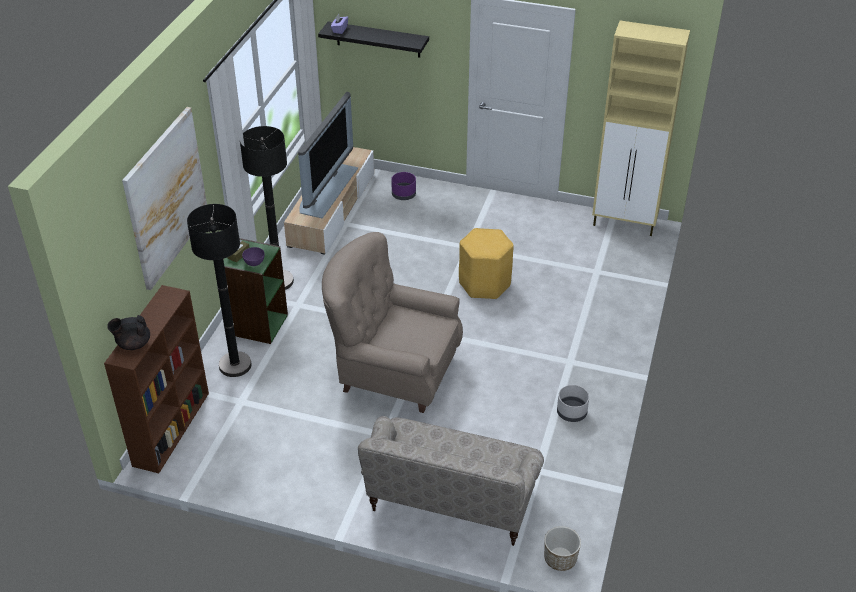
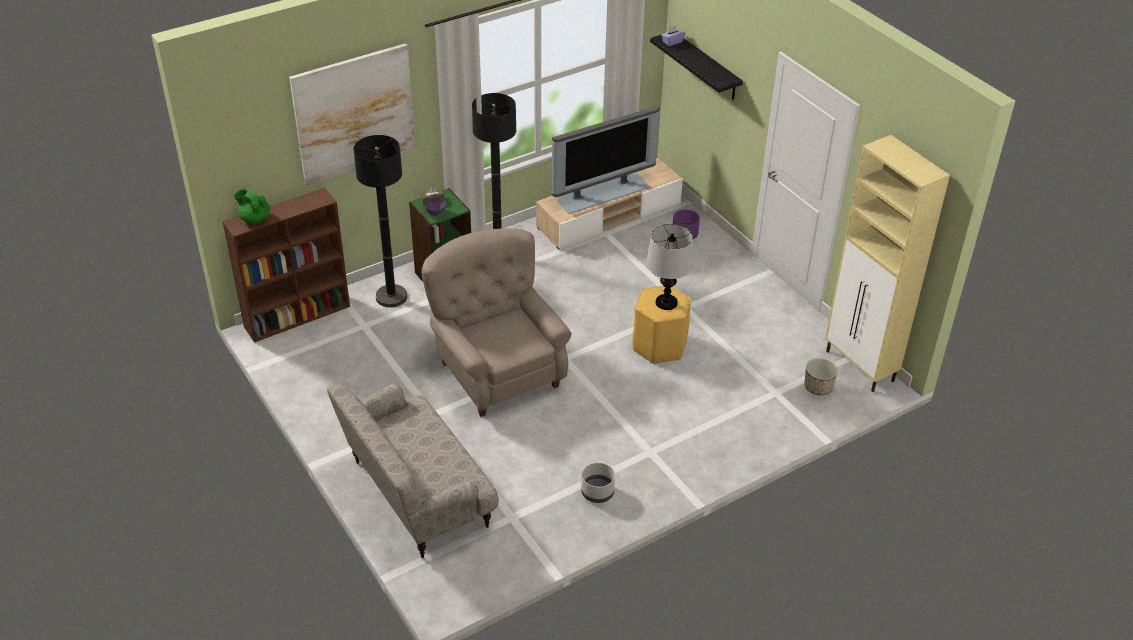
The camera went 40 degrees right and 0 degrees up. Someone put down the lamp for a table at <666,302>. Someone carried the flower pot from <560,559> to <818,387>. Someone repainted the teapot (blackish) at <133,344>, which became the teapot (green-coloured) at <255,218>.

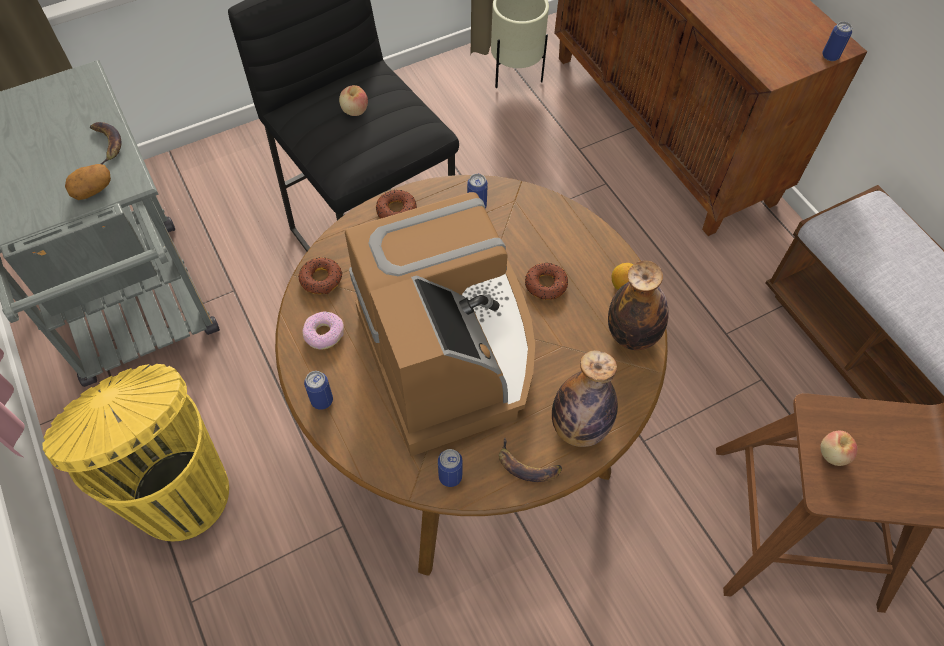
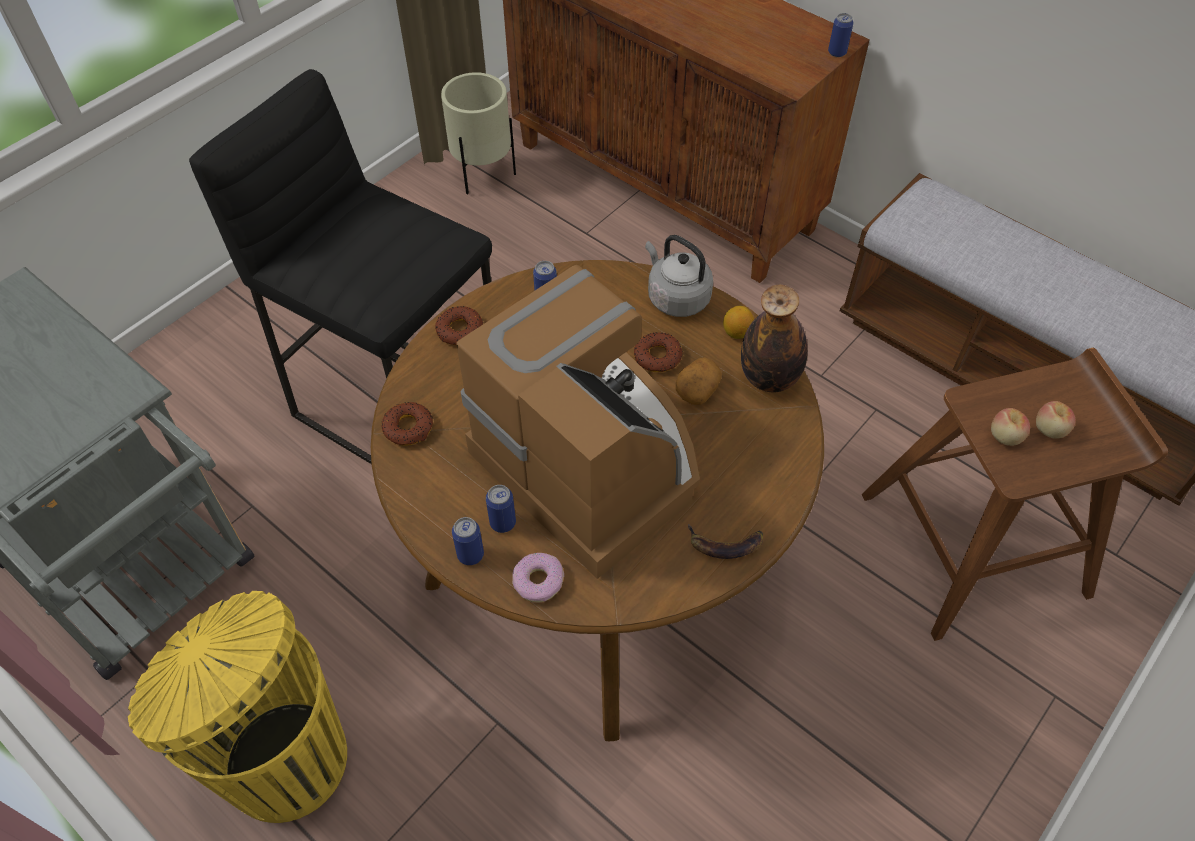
The camera went 20 degrees left and 5 degrees down. Someone took away the banana fruit at <106,144>. Someone took away the bottle at <578,427>. Someone put down the tea kettle (grey) at <675,297>. Someone carried the potato from <93,189> to <697,389>. Someone carried the doughnut from <323,334> to <538,581>. Someone carried the whole apple from <355,110> to <1049,430>. Someone carried the metal can from <450,476> to <503,523>.

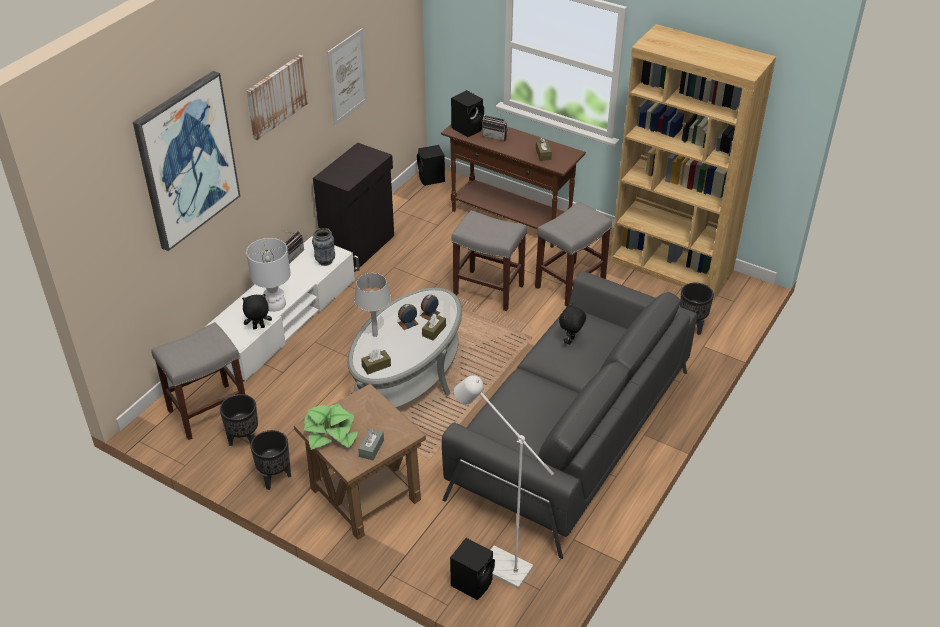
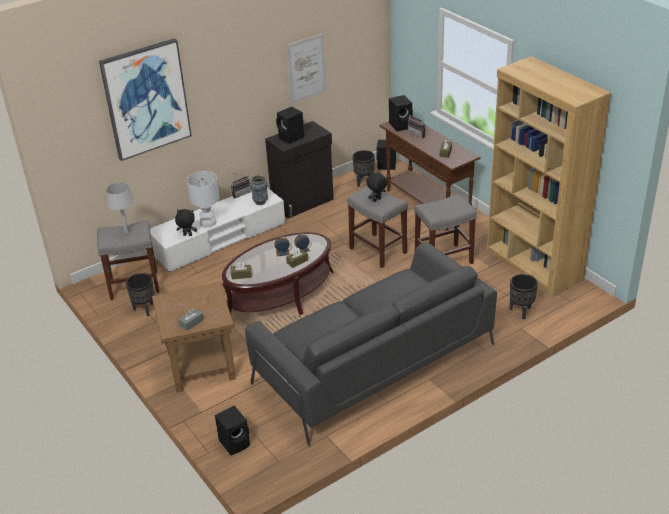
The camera went 25 degrees right and 5 degrees down. Someone took away the wall picture at <276,96>. Someone took away the plant in a pot at <331,432>. Someone took away the standing lamp (white-coloured) at <497,564>. Someone put down the speaker (blackish) at <291,138>. Someone carried the flower pot (blackish) from <274,478> to <364,182>. Someone carried the lamp for a table (grey) from <375,334> to <127,232>. Someone carried the soft toy (blackish) from <571,341> to <377,200>. Someone repainted the low table (grey) at <408,376>, which became the low table (brown) at <281,295>.

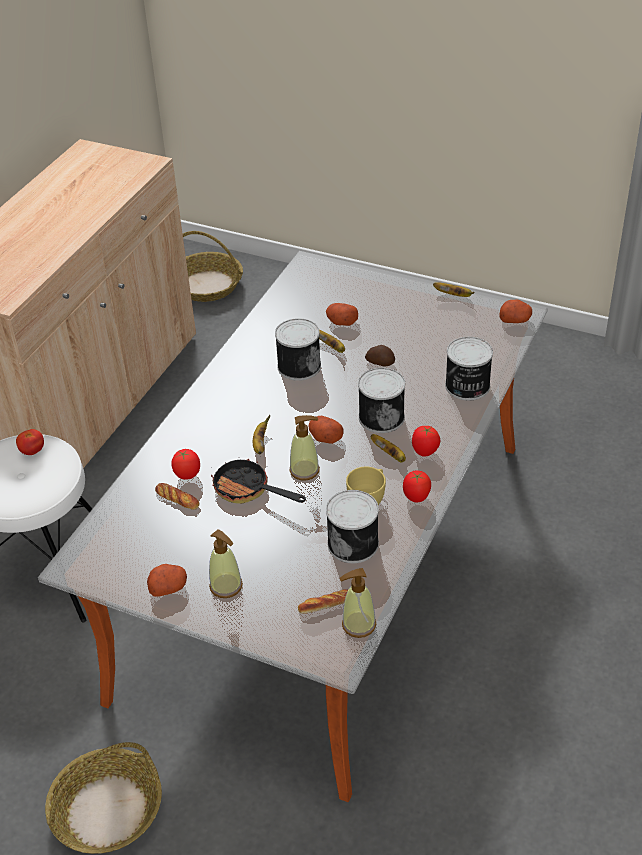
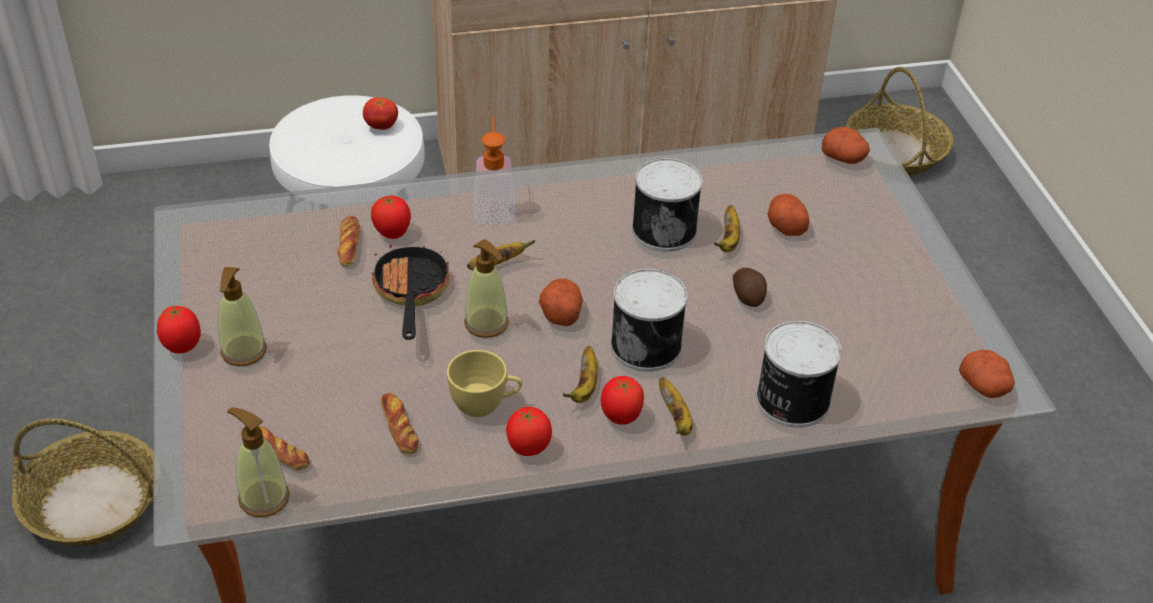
The camera went 50 degrees right and 0 degrees up. Someone put down the fresh tomato at <183,347>. Someone put down the soap dispenser at <494,207>. Someone carried the potato from <168,587> to <844,158>. Someone carried the banana fruit from <454,295> to <676,418>. Someone swapped the metal can at <354,543> for the bakery bread at <399,427>.

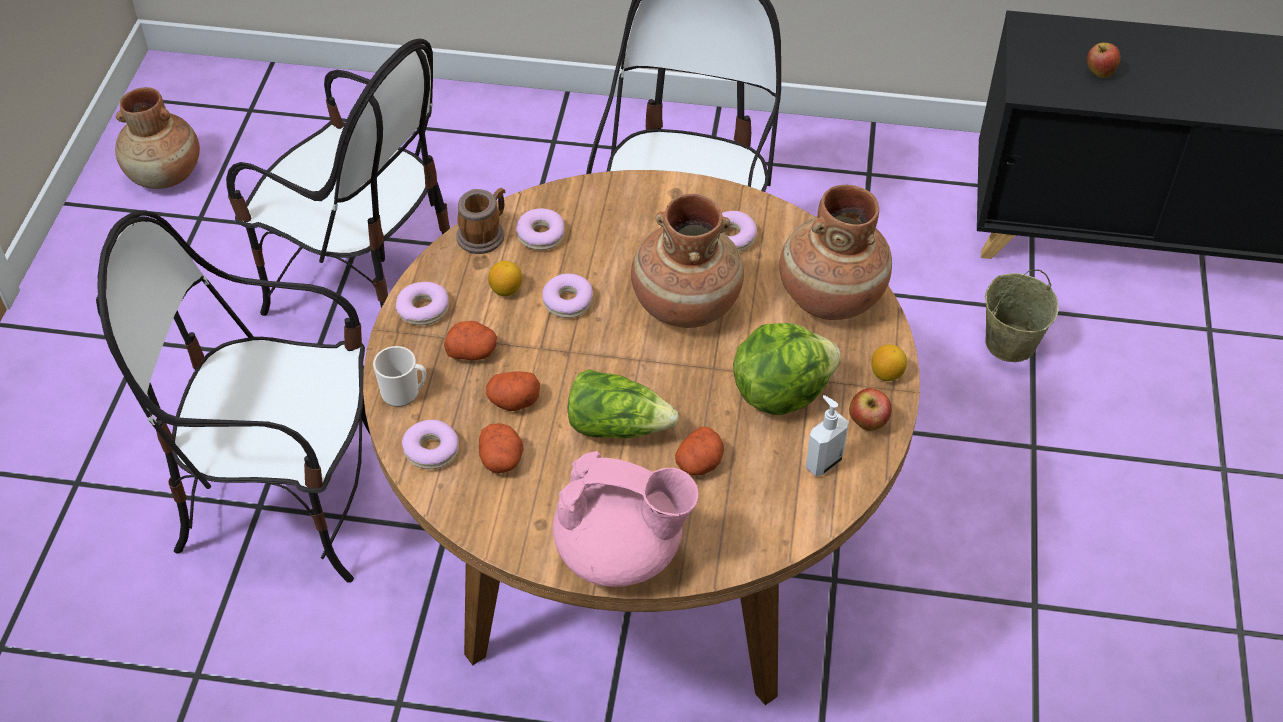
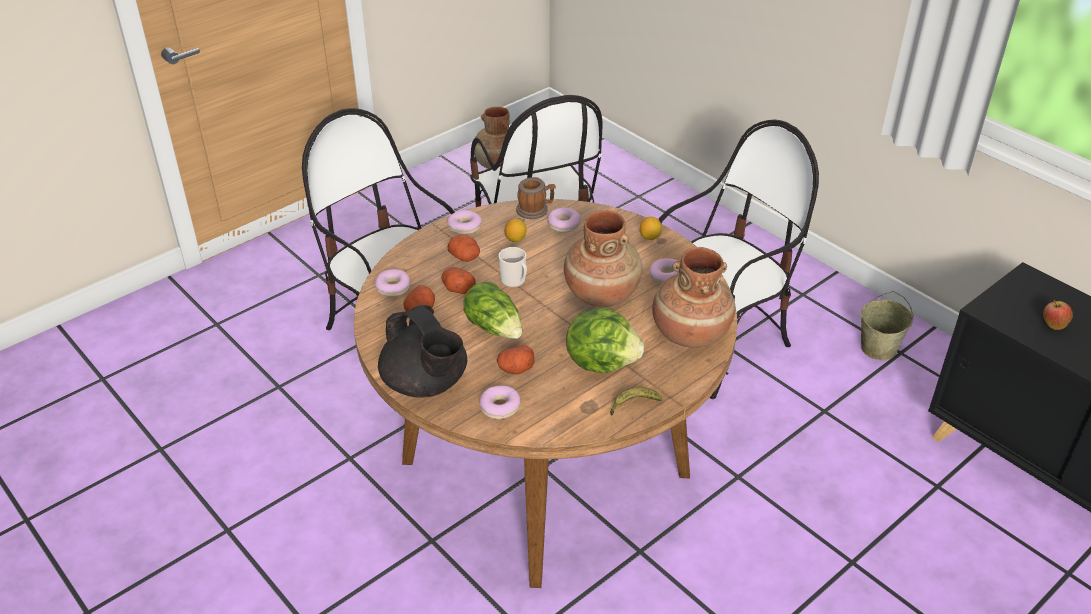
The camera went 40 degrees right and 10 degrees down. Someone took away the soap dispenser at <823,462>. Someone carried the coffee mug from <404,393> to <515,281>. Someone carried the doughnut from <568,301> to <500,407>. Someone carried the citrus fruit from <887,374> to <650,237>. Someone carried the pail (beige) from <1009,342> to <878,348>. Someone swapped the whole apple at <868,424> for the banana fruit at <633,405>. Someone repainted the teapot (pinkish) at <621,551>, which became the teapot (blackish) at <425,383>.

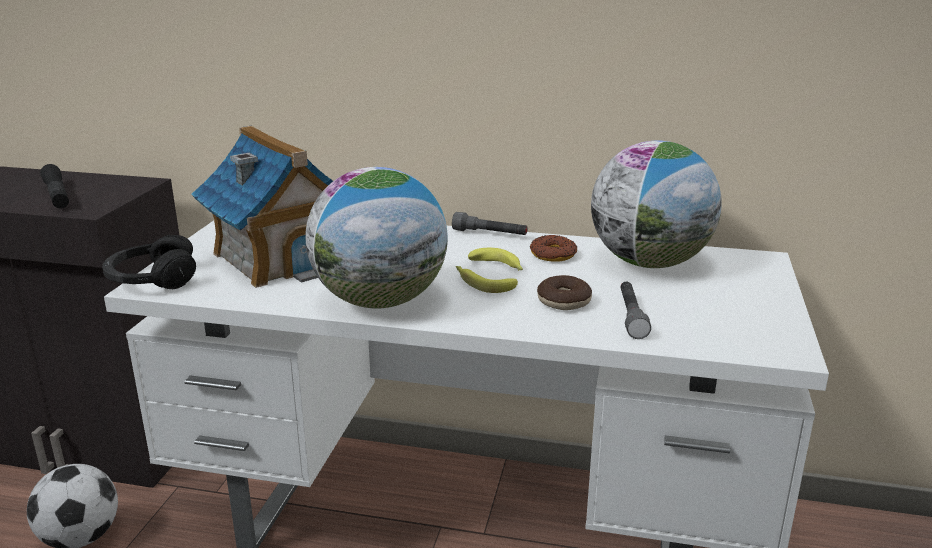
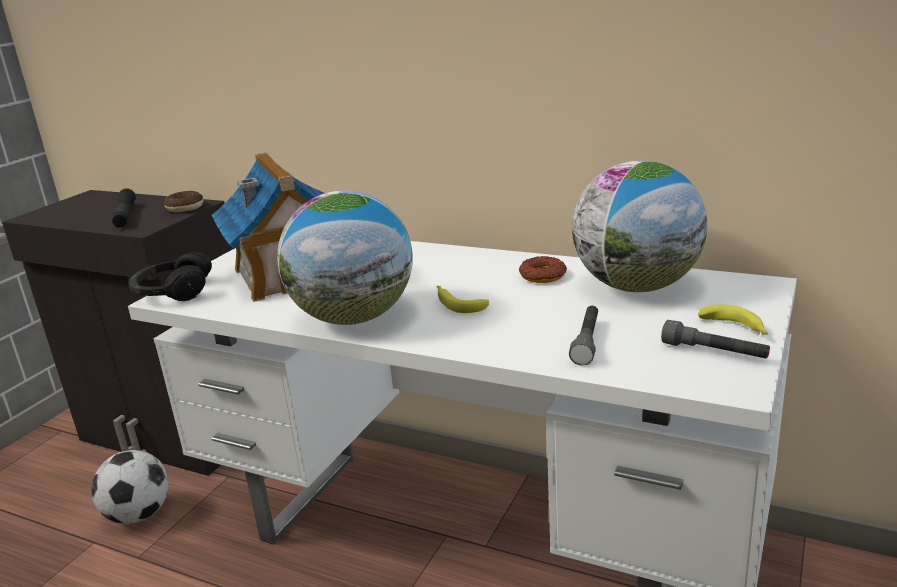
The camera went 15 degrees right and 0 degrees up. Someone carried the flashlight (grey) from <490,234> to <714,352>. Someone carried the banana fruit from <499,267> to <736,328>. Someone carried the doughnut from <563,301> to <185,208>.

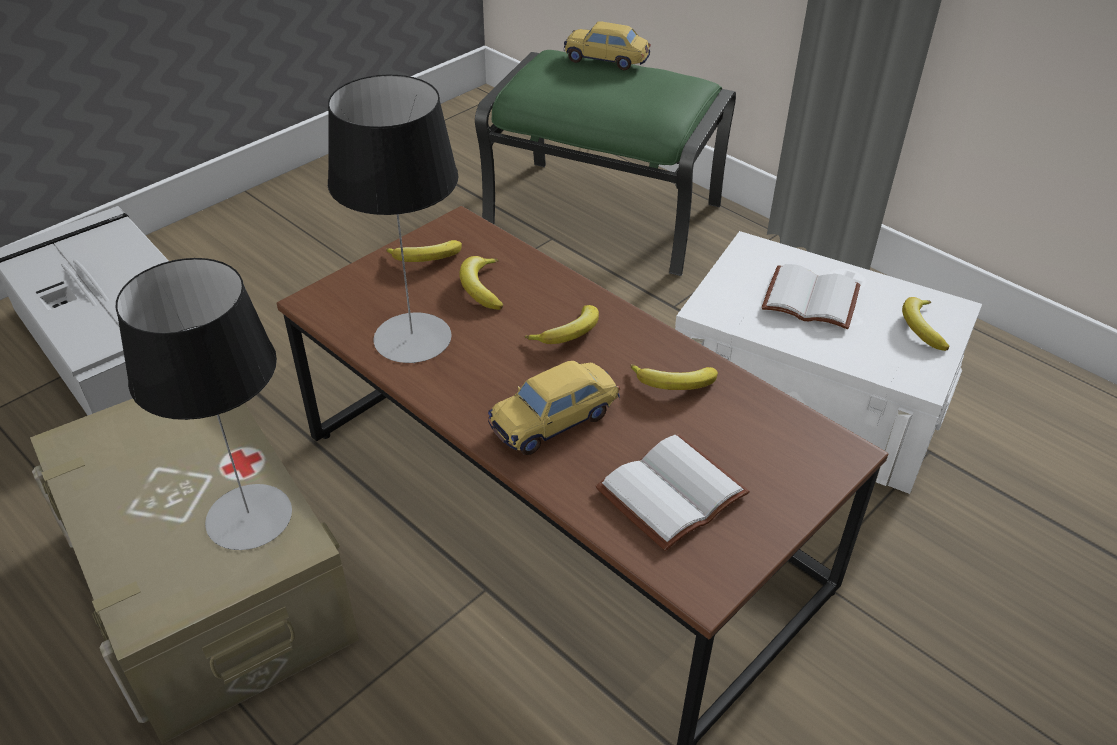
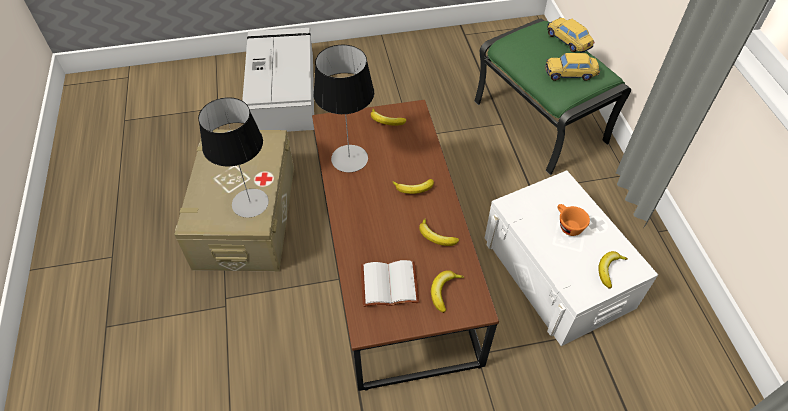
The camera went 35 degrees right and 10 degrees up. Someone carried the banana fruit from <481,287> to <443,291>. Someone carried the toy car from <554,421> to <570,74>. Someone swapped the volume (white-coloured) at <812,298> for the small cup (orangey) at <567,225>.

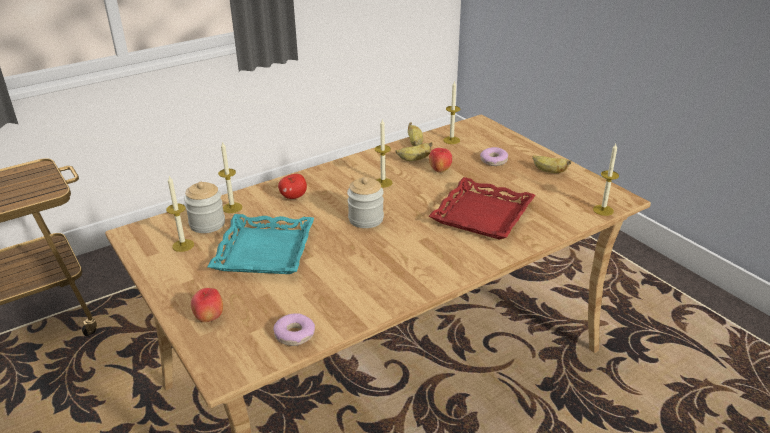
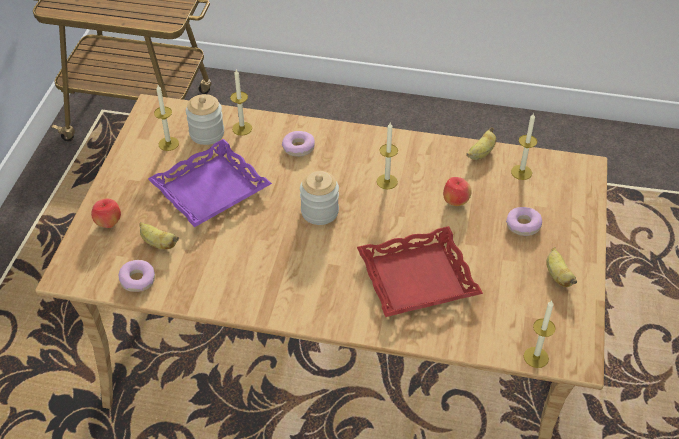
The camera went 45 degrees right and 15 degrees up. Someone carried the banana fruit from <414,159> to <158,243>. Someone swapped the whole apple at <293,196> for the doughnut at <298,147>. Someone repainted the carrying tray (blue-green) at <263,251>, which became the carrying tray (purple) at <210,189>.

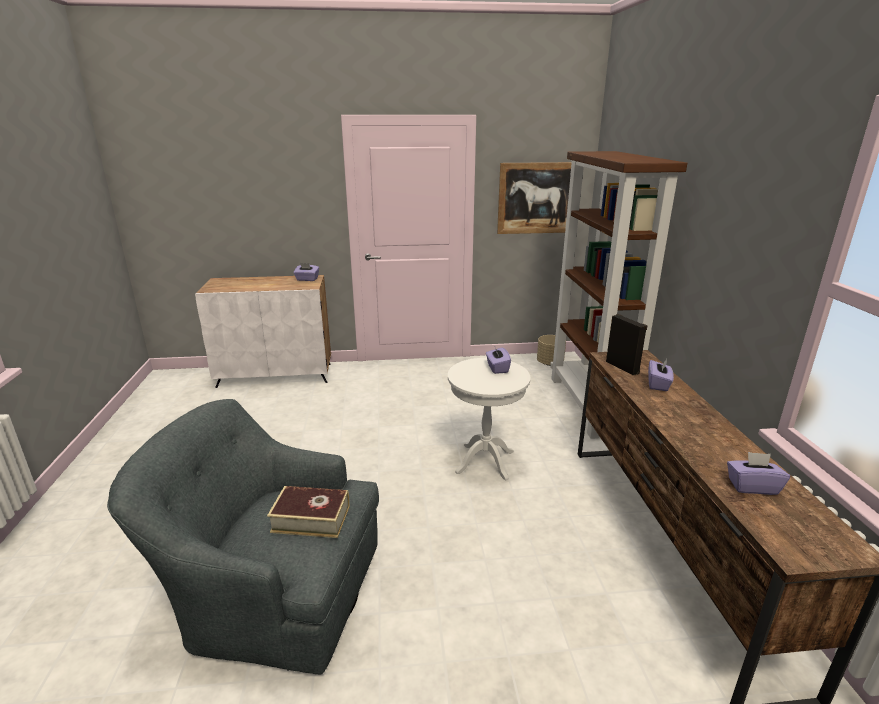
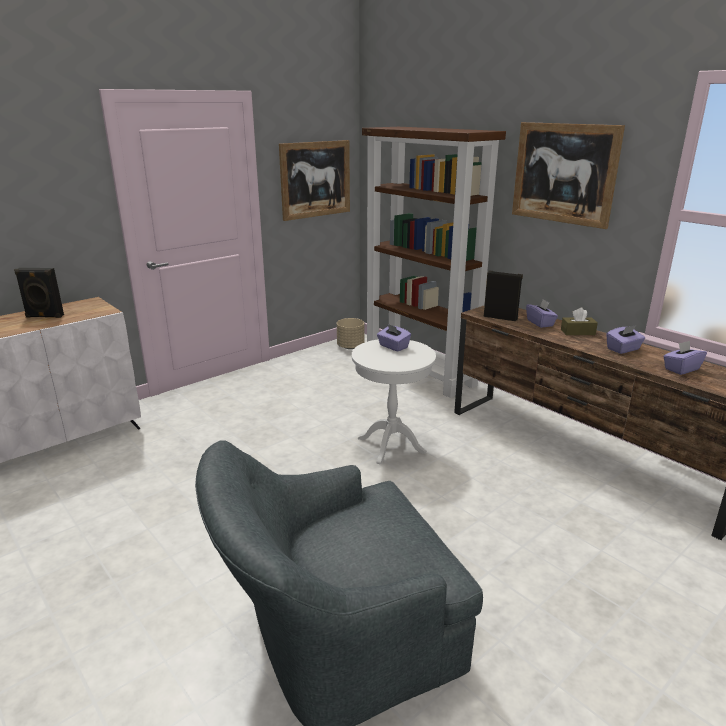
The camera went 35 degrees left and 0 degrees up. Someone took away the volume at <311,519>. Someone put down the speaker (blackish) at <44,316>. Someone put up the wall picture at <564,173>. Someone put down the tissue holder (brown) at <577,332>. Someone carried the tissue holder (purple) from <307,279> to <623,349>.

